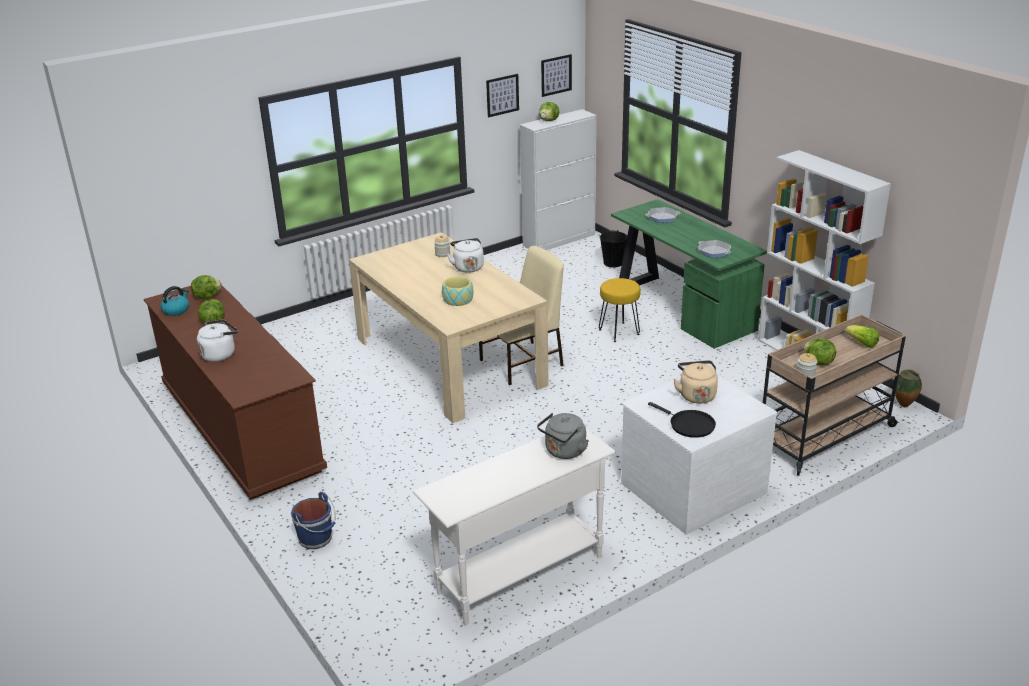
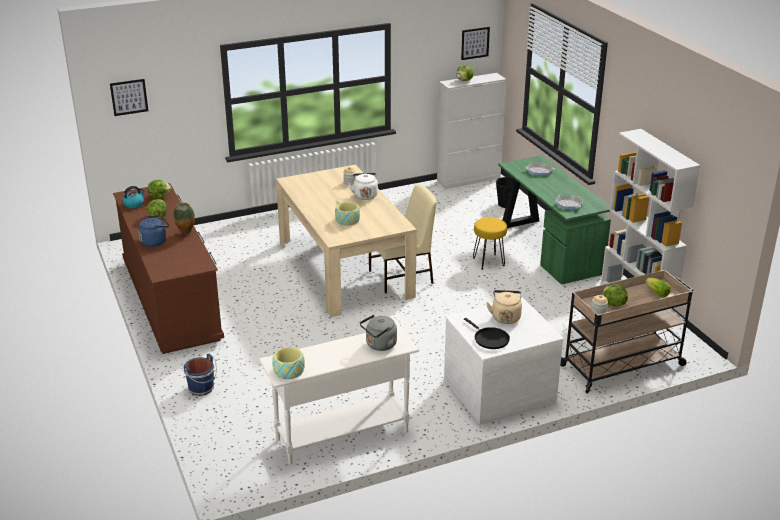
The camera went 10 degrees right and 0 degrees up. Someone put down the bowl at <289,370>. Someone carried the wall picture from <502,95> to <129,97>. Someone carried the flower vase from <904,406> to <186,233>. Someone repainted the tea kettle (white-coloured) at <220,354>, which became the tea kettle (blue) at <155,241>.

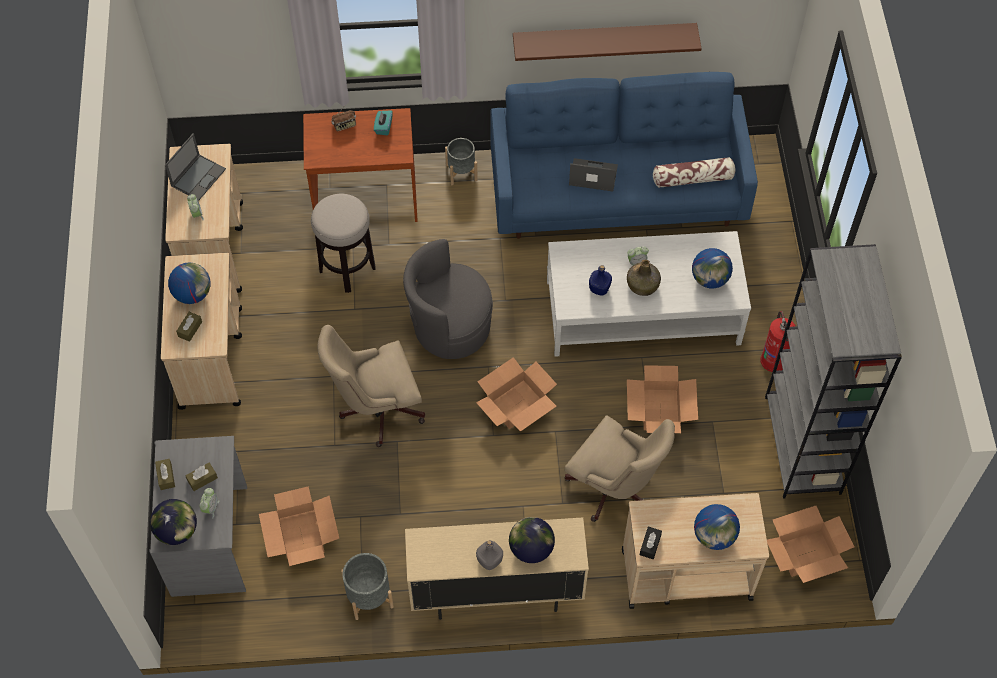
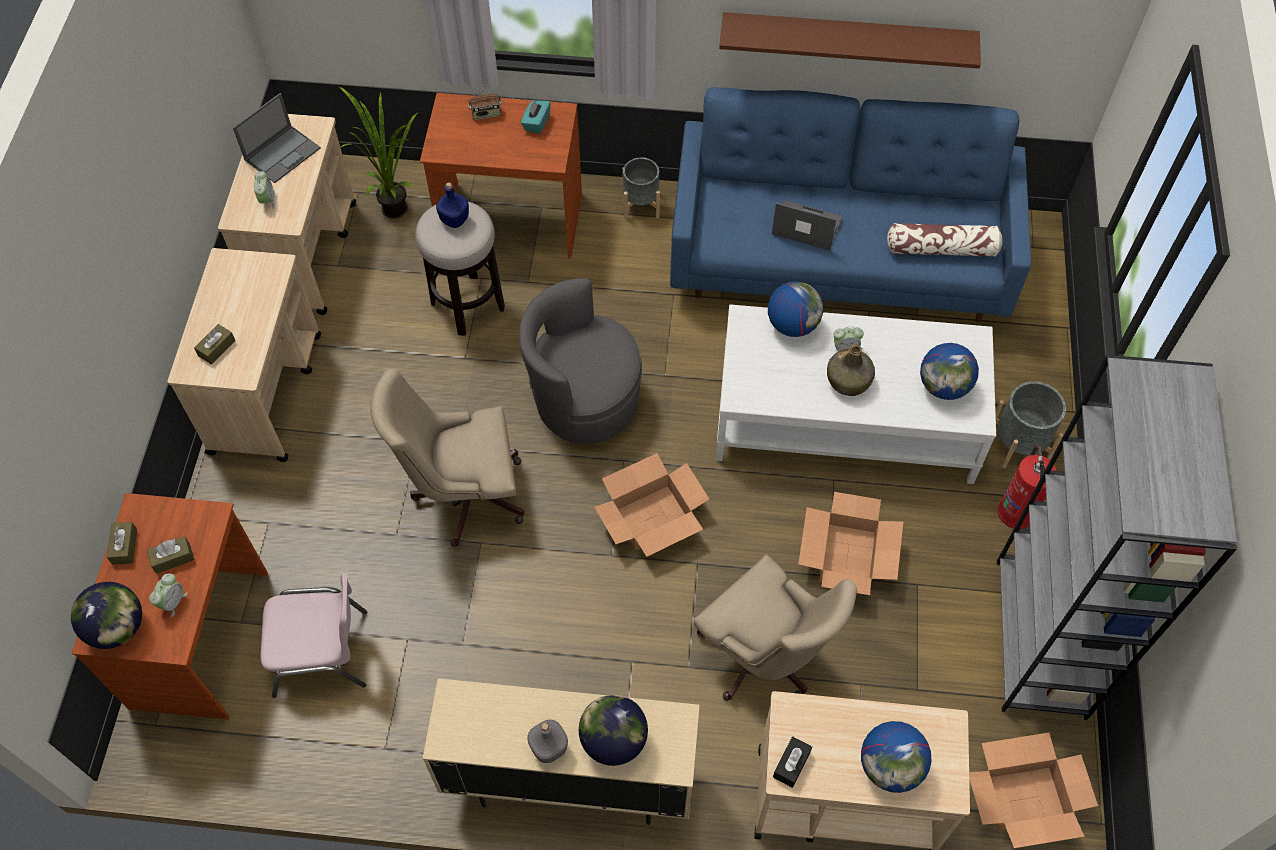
The camera went 10 degrees right and 0 degrees up. Someone put down the plant in a pot at <393,205>. Someone carried the globe from <192,294> to <792,324>. Someone carried the flower pot (grey) from <369,596> to <1019,443>. Someone carried the bottle (blue) from <599,289> to <454,220>. Someone swapped the carton at <301,535> for the upright chair (pinkish) at <322,652>. Someone repainted the desk (grey) at <211,541>, which became the desk (brown) at <201,639>.

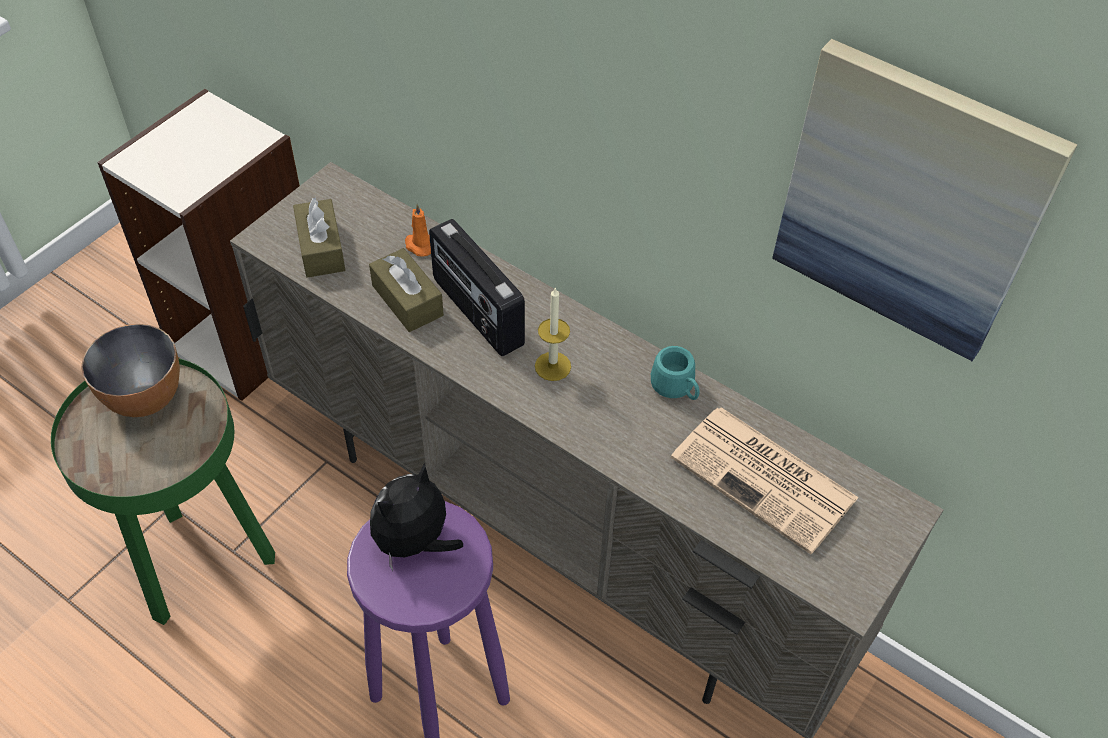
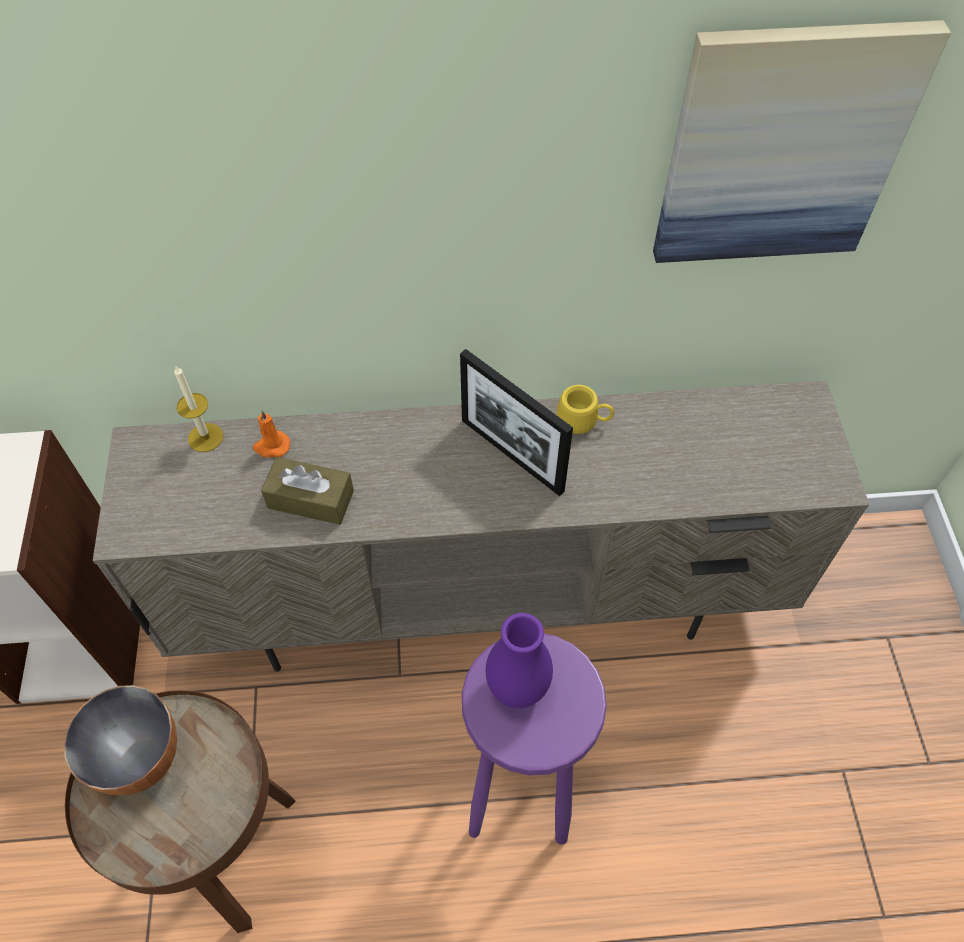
The camera went 40 degrees left and 5 degrees up. Someone took away the tissue holder (brown) at <321,249>. Someone took away the radio at <476,313>. Someone took away the daily paper at <766,479>. Someone put down the picture frame at <512,455>. Someone carried the wax candle from <553,366> to <205,437>. Someone swapped the soft toy at <415,542> for the flower vase (purple) at <517,688>. Someone repainted the end table (green-coloured) at <201,564>, which became the end table (brown) at <233,853>. Someone repainted the coffee mug (blue-green) at <676,389>, which became the coffee mug (yellowish) at <583,421>.

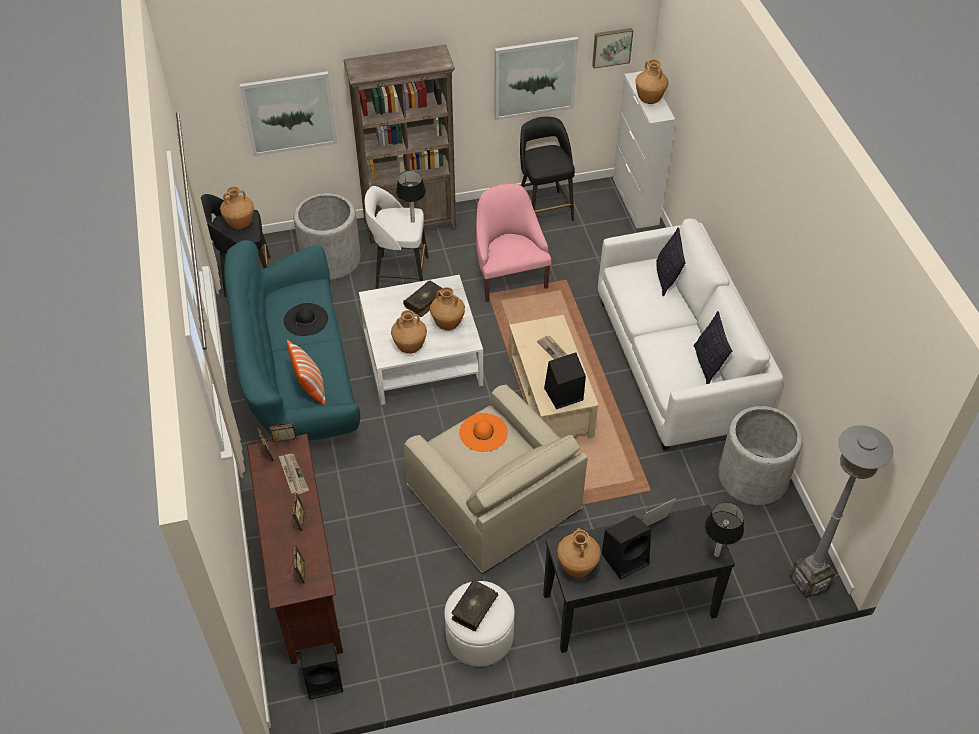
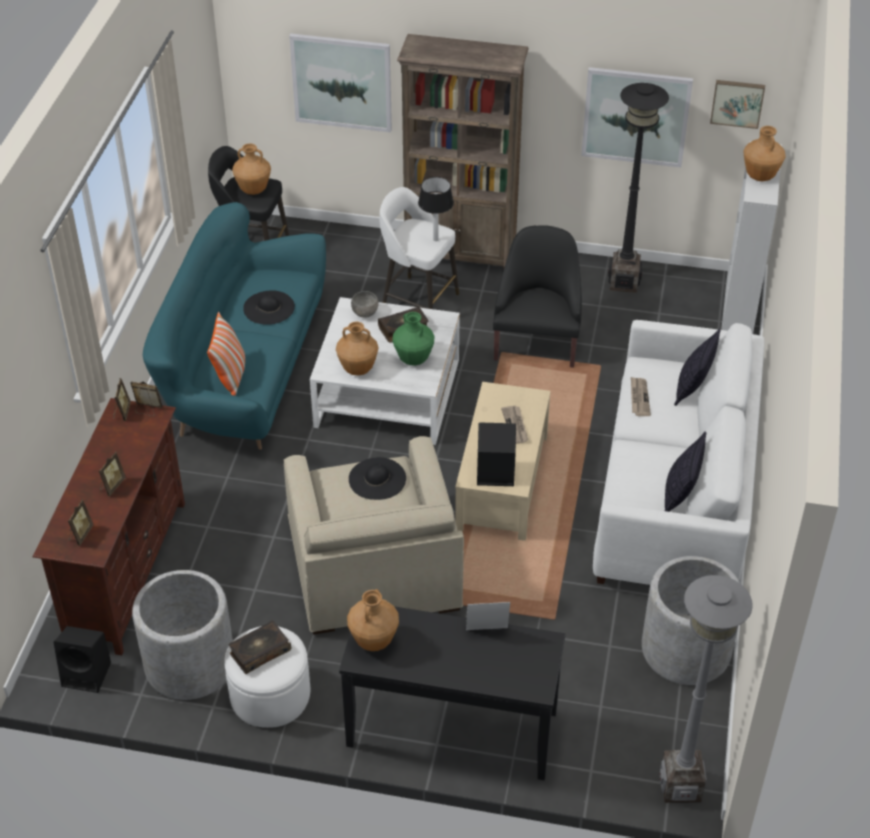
The camera went 25 degrees right and 5 degrees down. Someone took away the speaker (blackish) at <626,558>. Someone took away the lamp for a table at <716,554>. Someone put down the bowl (grey) at <365,313>. Someone carried the daily paper from <292,474> to <639,398>. Someone carried the flower pot (grey) from <330,259> to <189,664>. Someone swapped the stool seat (blackish) at <544,208> for the standing lamp (blackish) at <624,282>. Someone repainted the flower vase (brown) at <448,324>, which became the flower vase (green-coloured) at <414,359>. Someone repainted the clothing hat (orangey) at <483,432>, which became the clothing hat (blackish) at <377,479>. Someone repainted the armchair (pinkish) at <509,276>, which became the armchair (blackish) at <537,342>.

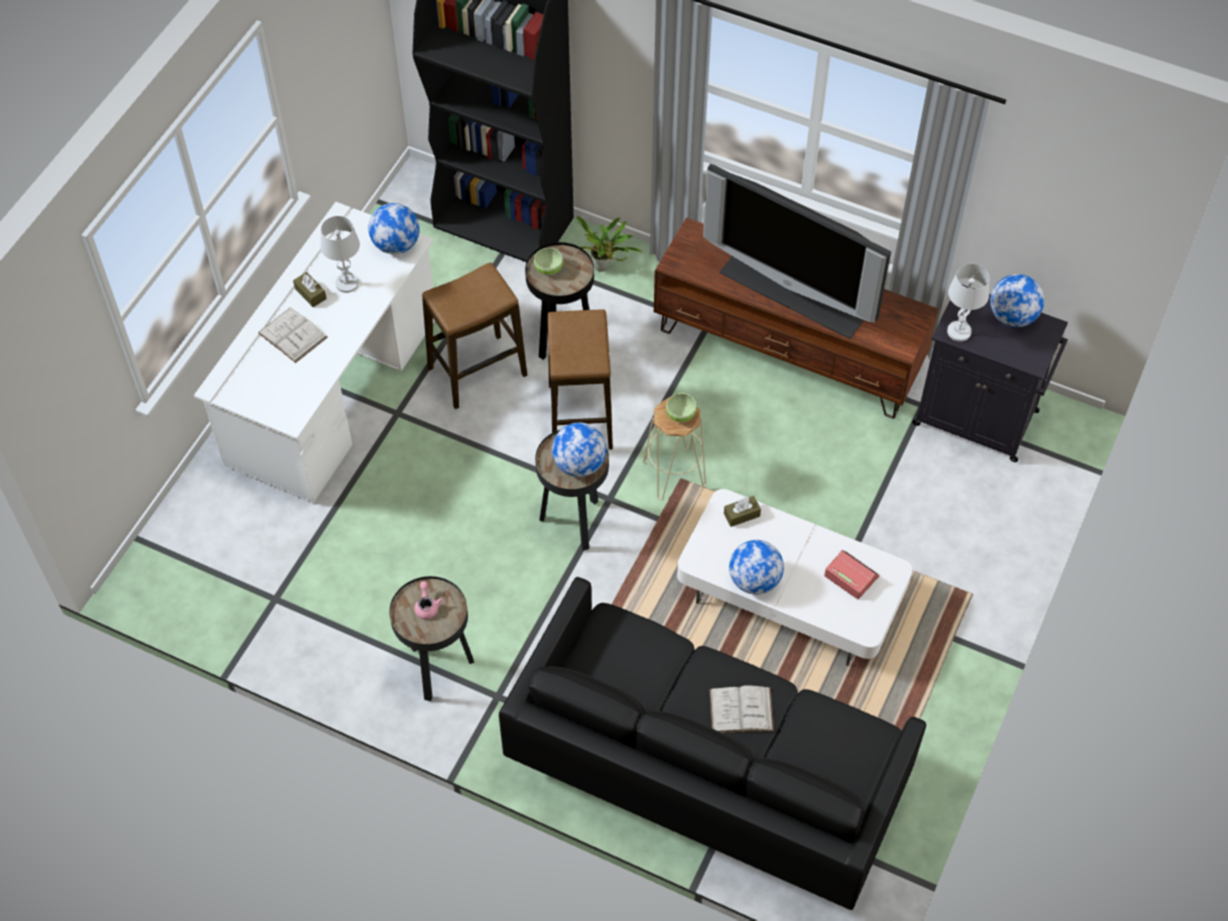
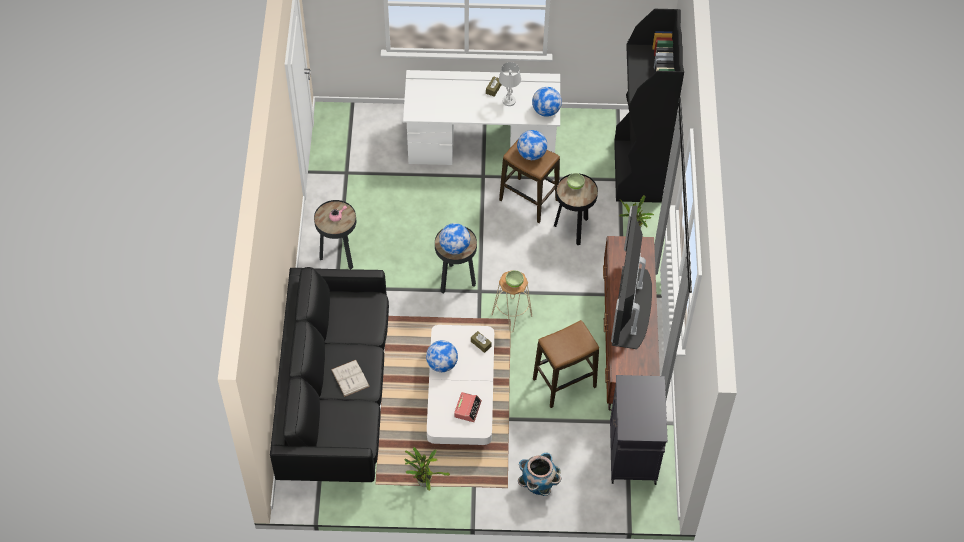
The camera went 65 degrees right and 0 degrees up. Someone took away the volume (white-coloured) at <292,335>. Someone took away the lamp for a table (white-coloured) at <959,332>. Someone put down the plant in a pot at <423,480>. Someone put down the flower pot at <538,485>. Someone carried the stool seat from <580,417> to <564,383>. Someone carried the globe from <1012,317> to <531,154>.

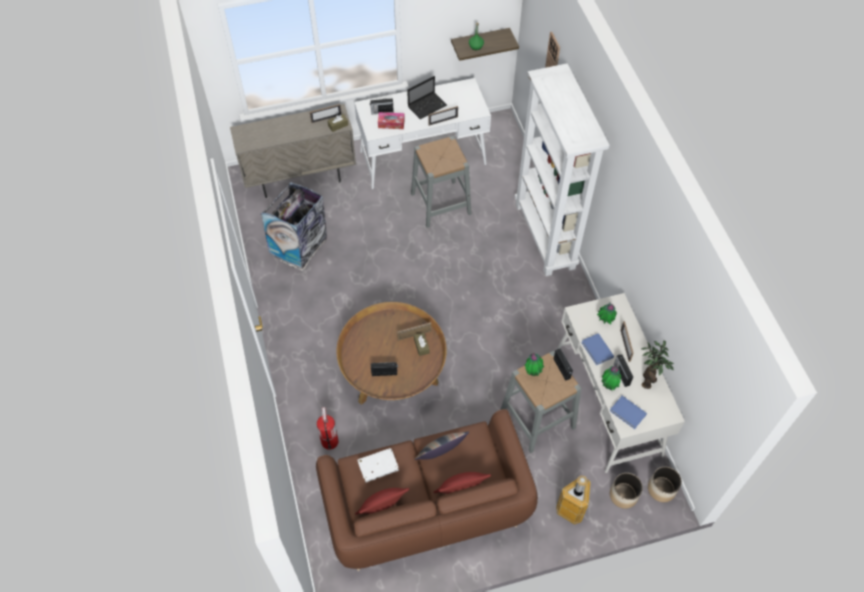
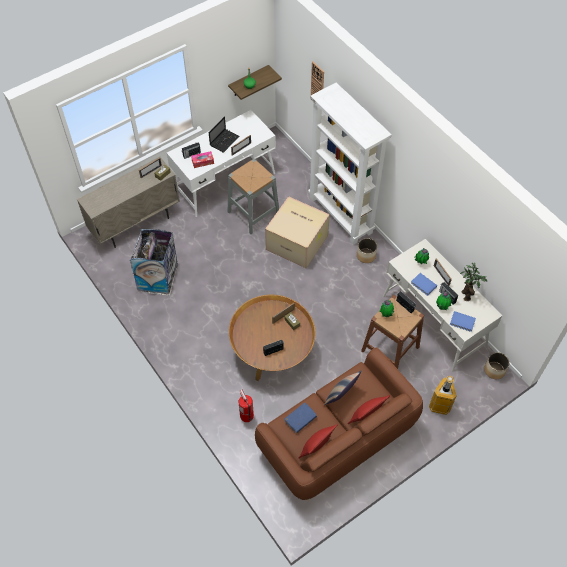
The camera went 20 degrees left and 0 degrees up. Someone put down the carton at <298,242>. Someone carried the flower pot from <623,495> to <366,256>. Someone repainted the volume (white-coloured) at <378,467>, which became the volume (blue) at <300,419>. Someone repainted the stool seat (grey) at <537,418>, which became the stool seat (brown) at <390,349>.

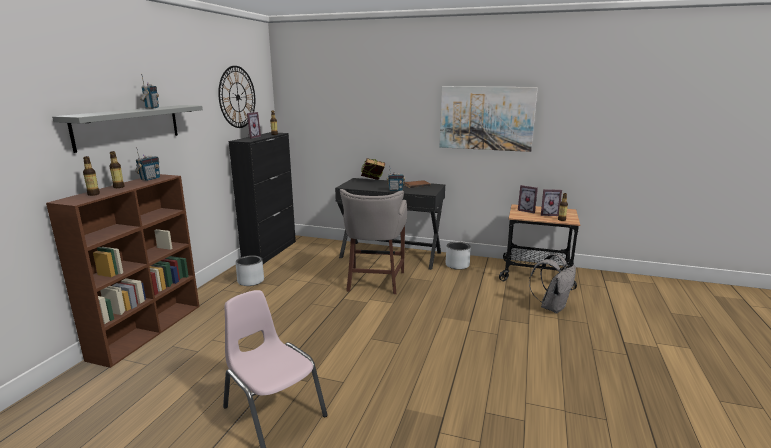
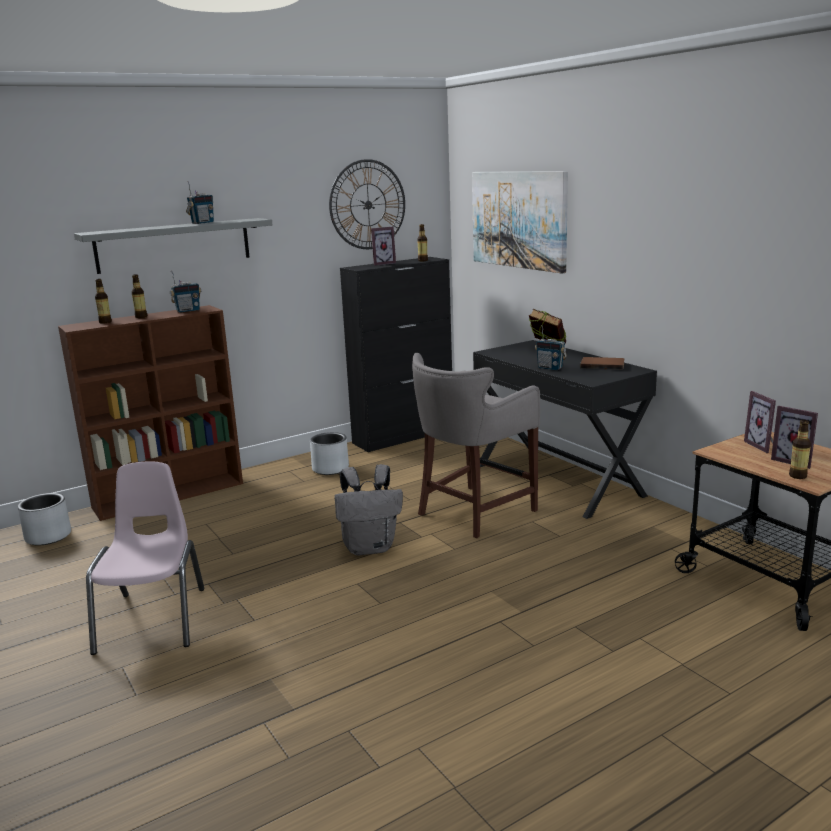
The camera went 40 degrees right and 0 degrees up. Someone carried the wall picture from <486,118> to <518,219>. Someone carried the flower pot (grey) from <457,265> to <48,537>. Someone carried the rucksack (grey) from <552,307> to <370,547>.

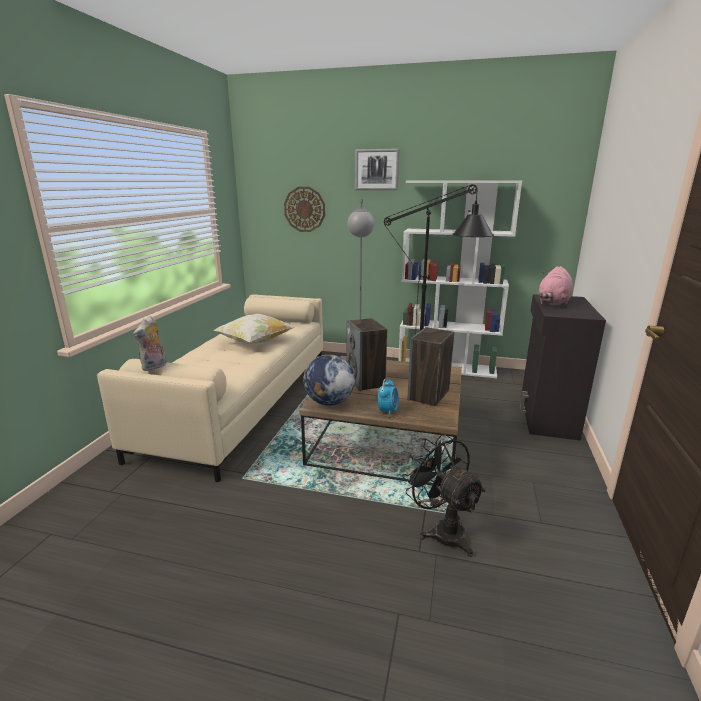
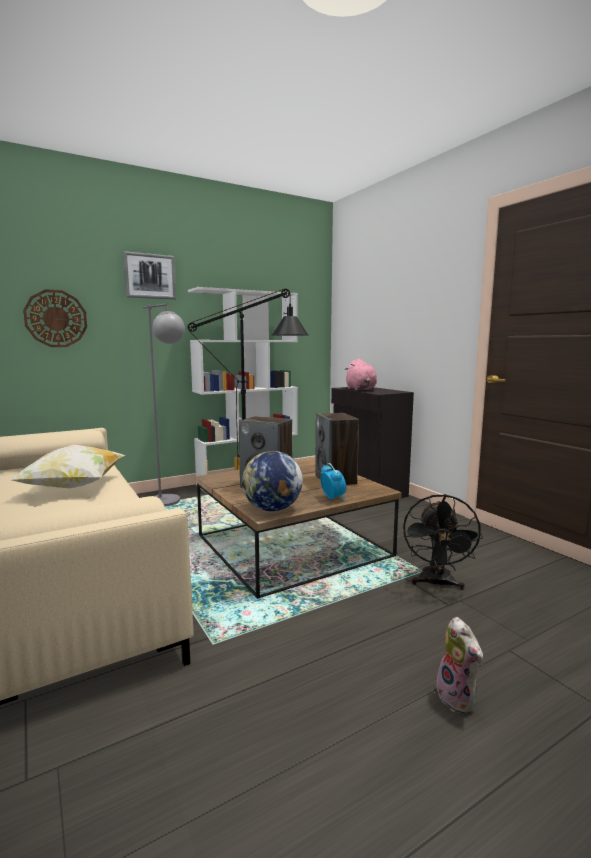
The camera went 45 degrees left and 10 degrees down. Someone carried the soft toy from <155,367> to <459,698>. Someone rotated the electric fan (blackish) at <442,530> by 90 degrees counterclockwise.

